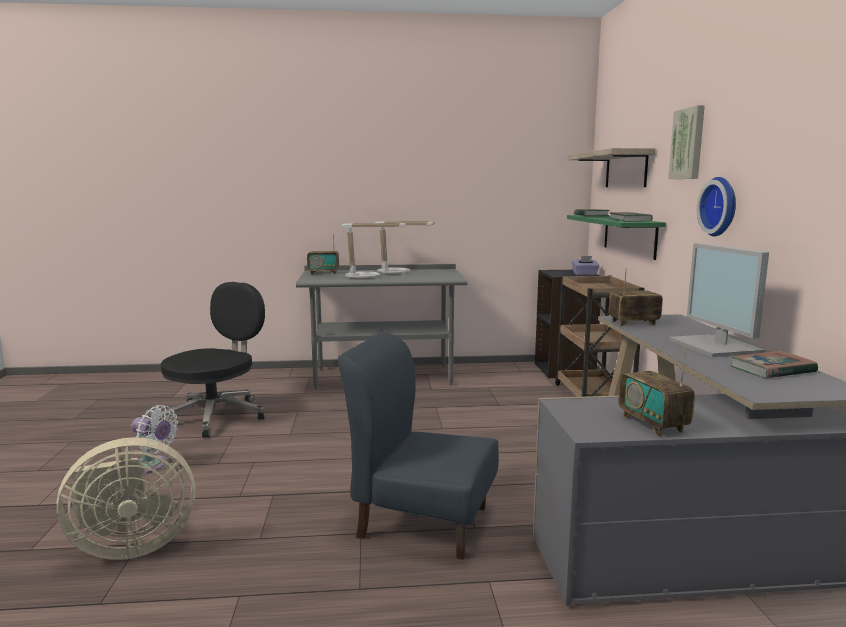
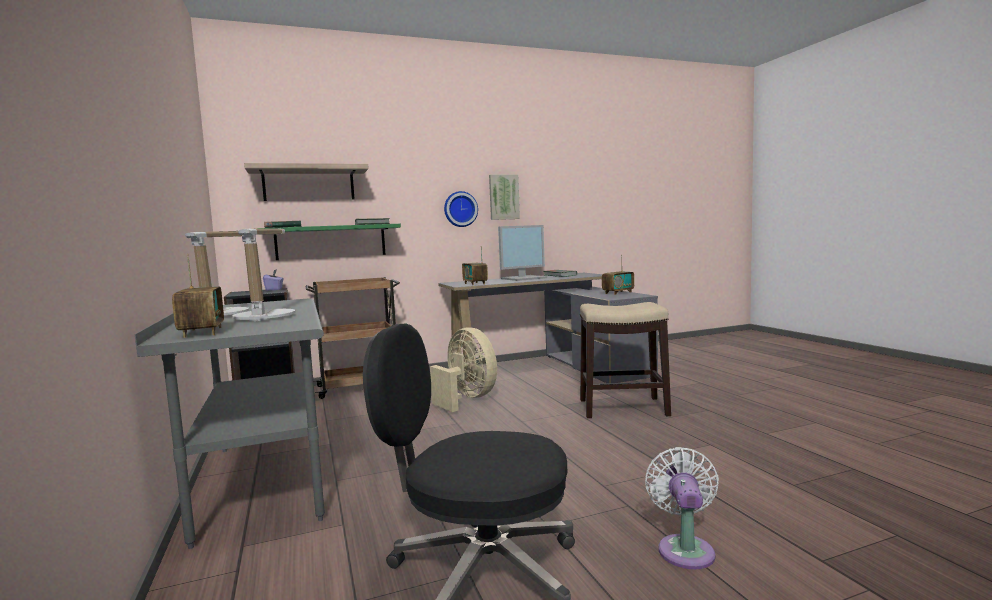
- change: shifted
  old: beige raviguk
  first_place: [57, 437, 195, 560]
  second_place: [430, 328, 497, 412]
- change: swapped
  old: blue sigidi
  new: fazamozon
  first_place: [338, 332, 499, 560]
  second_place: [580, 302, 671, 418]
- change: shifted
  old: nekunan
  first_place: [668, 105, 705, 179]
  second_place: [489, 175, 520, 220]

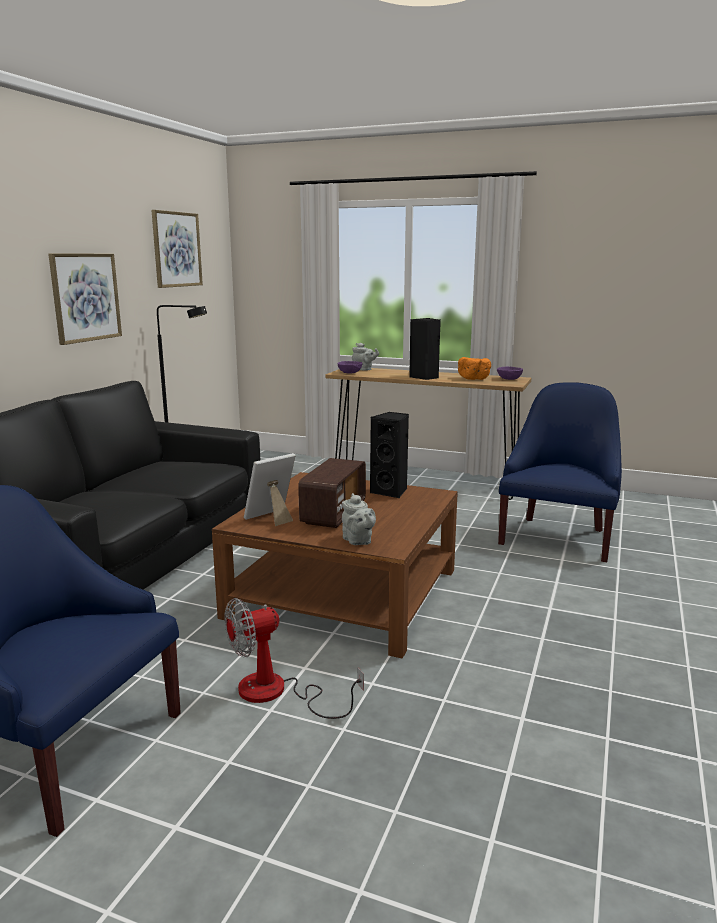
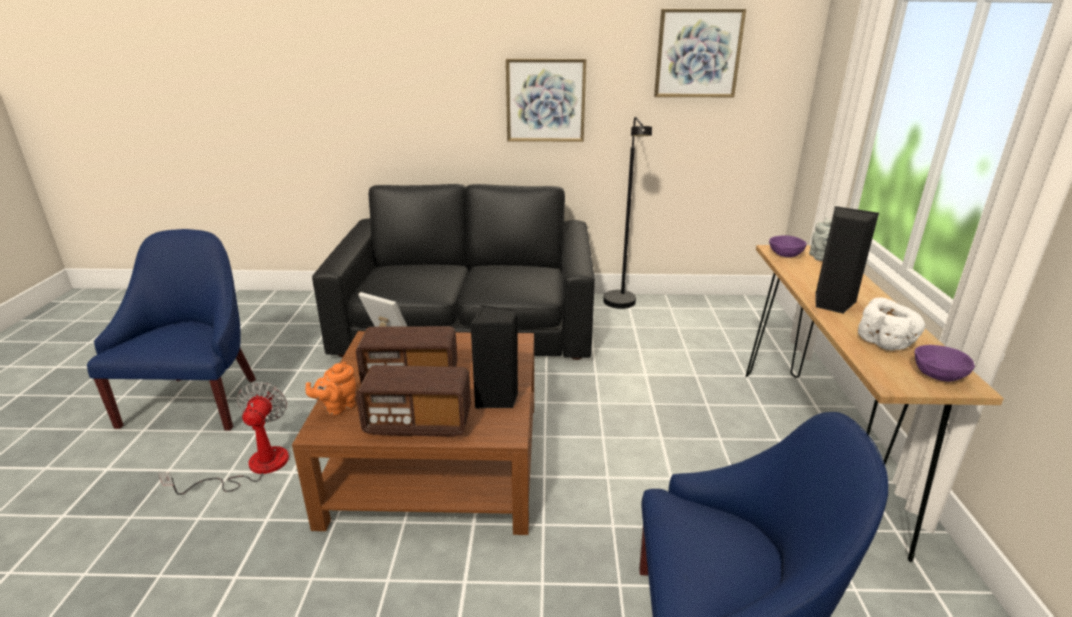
- change: rotated
  old: raviguk
  first_place: [224, 598, 364, 719]
  second_place: [158, 382, 289, 495]
  degrees: 45
- change: repainted
  old: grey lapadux
  new: orange lapadux
  first_place: [342, 493, 376, 545]
  second_place: [306, 362, 356, 415]
- change: repainted
  old: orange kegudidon
  new: white kegudidon
  first_place: [458, 357, 491, 380]
  second_place: [858, 297, 926, 351]
- change: new
  new: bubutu
  second_place: [356, 365, 471, 437]

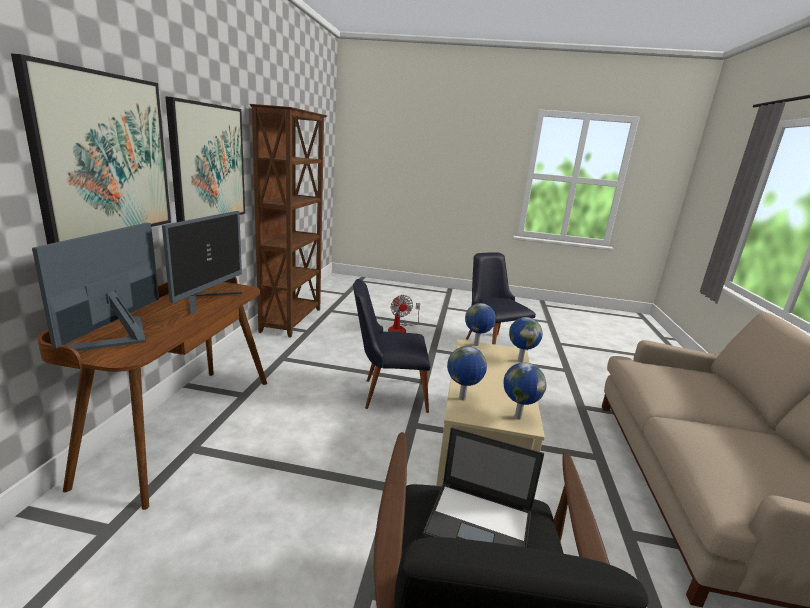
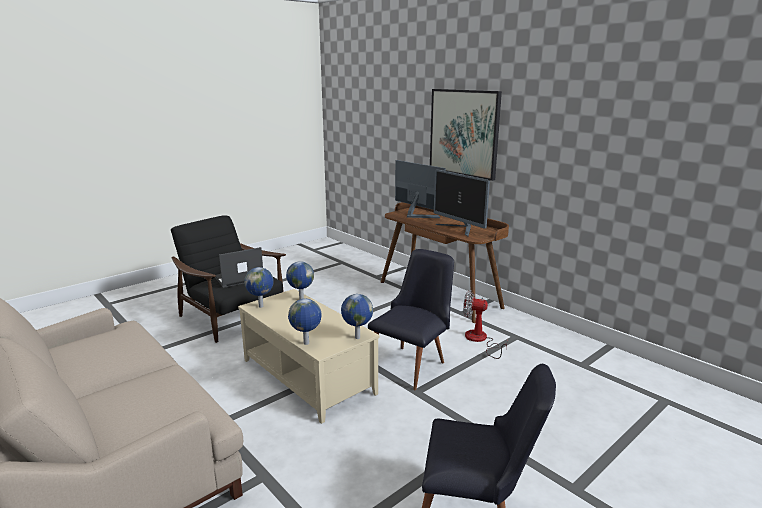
- change: gone
  old: nekunan
  first_place: [165, 96, 245, 222]
- change: gone
  old: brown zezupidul
  first_place: [250, 104, 327, 337]
- change: shifted
  old: raviguk
  first_place: [388, 295, 420, 333]
  second_place: [463, 290, 508, 359]

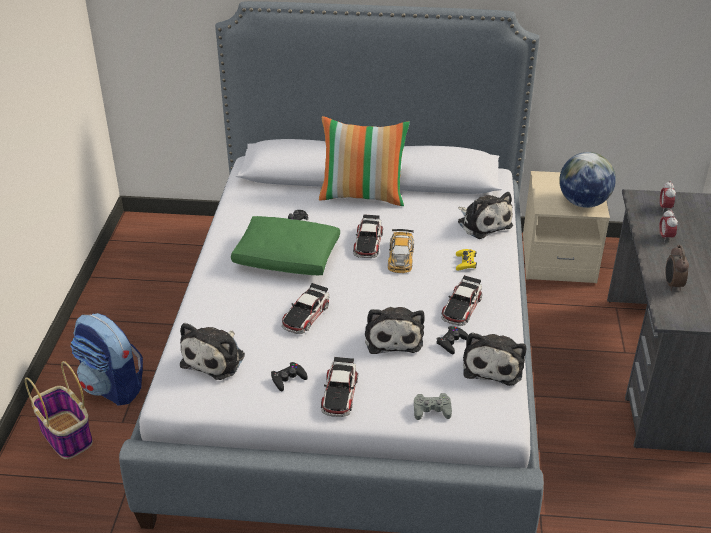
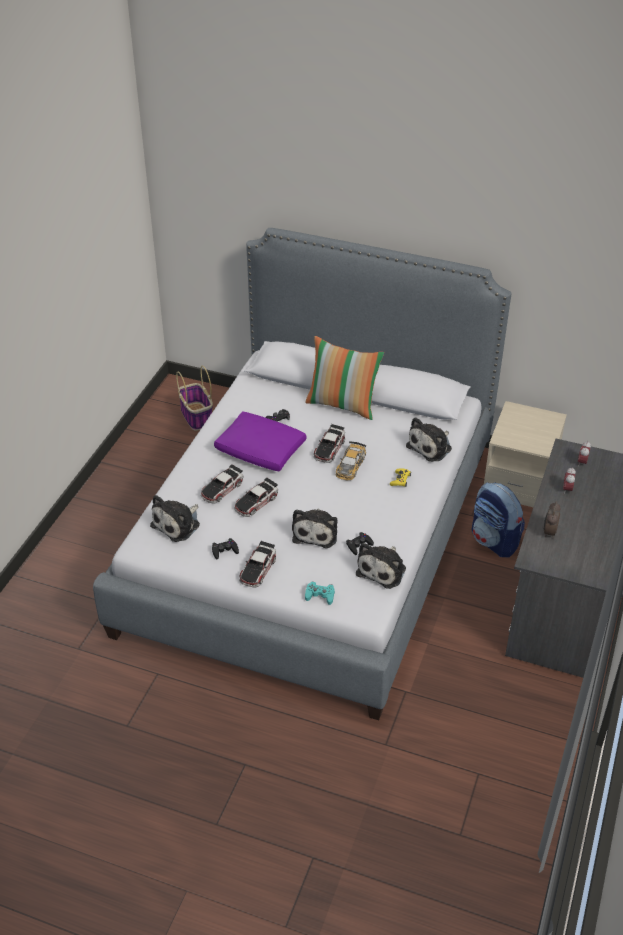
- change: shifted
  old: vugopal
  first_place: [25, 361, 93, 459]
  second_place: [176, 366, 213, 431]
- change: shifted
  old: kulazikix
  first_place: [70, 313, 143, 406]
  second_place: [472, 482, 525, 557]
- change: repainted
  old: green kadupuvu
  new: purple kadupuvu
  first_place: [231, 216, 340, 275]
  second_place: [214, 412, 307, 472]
- change: repainted
  old: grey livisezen
  new: turquoise livisezen
  first_place: [414, 393, 452, 420]
  second_place: [305, 582, 335, 605]
- change: shifted
  old: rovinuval
  first_place: [441, 275, 482, 326]
  second_place: [201, 464, 244, 504]
- change: rotated
  old: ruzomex
  first_place: [458, 192, 513, 239]
  second_place: [406, 417, 452, 462]
  degrees: 60
- change: gone
  old: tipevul
  first_place: [559, 152, 616, 208]

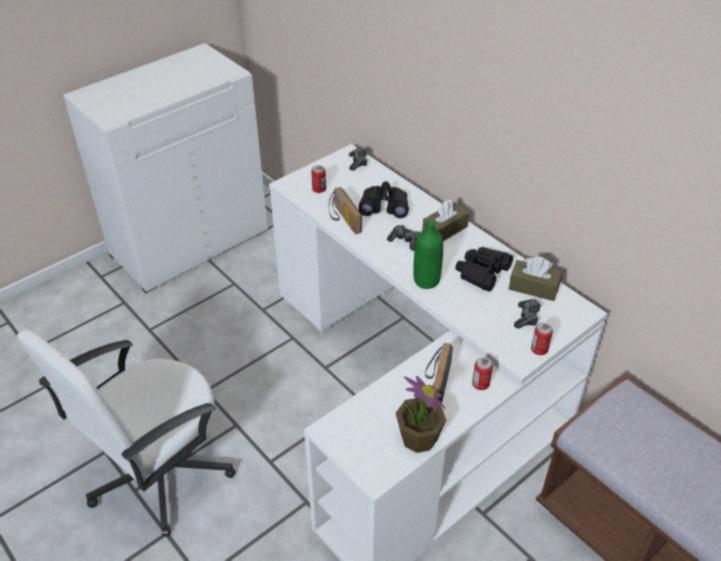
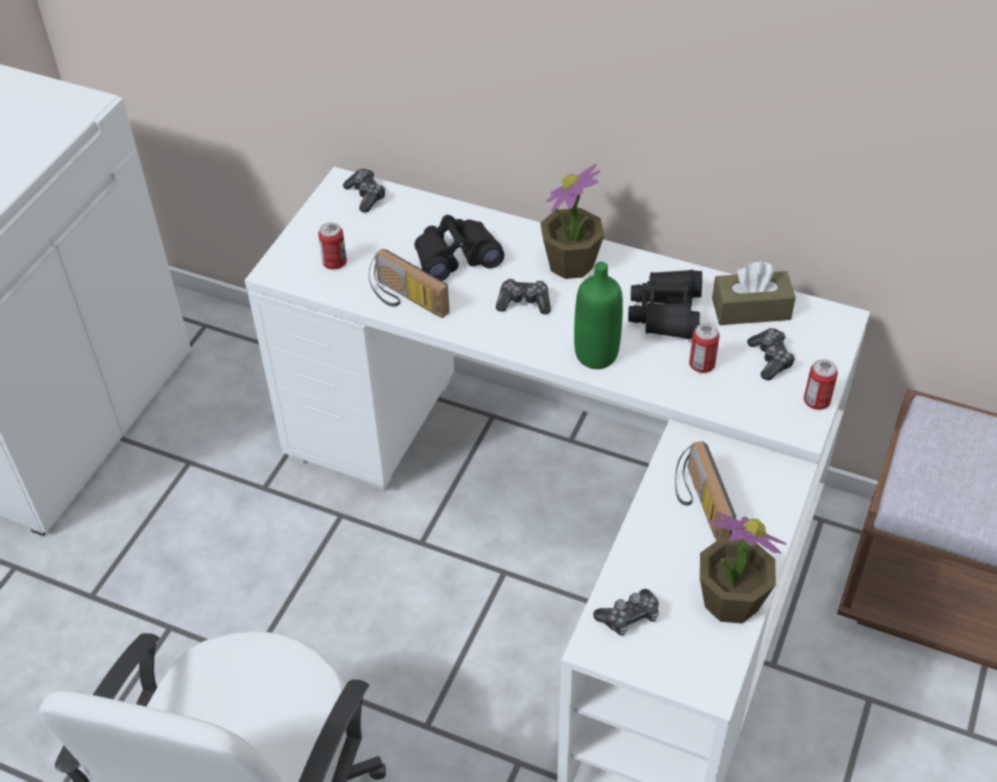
- change: swapped
  old: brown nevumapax
  new: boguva
  first_place: [422, 200, 469, 241]
  second_place: [540, 164, 604, 279]
- change: shifted
  old: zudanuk
  first_place: [472, 357, 493, 390]
  second_place: [689, 323, 720, 373]
- change: new
  new: livisezen
  second_place: [593, 589, 659, 636]

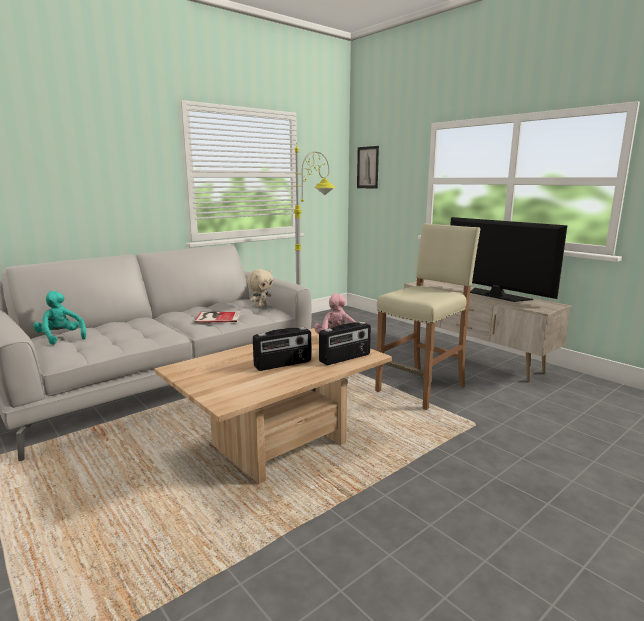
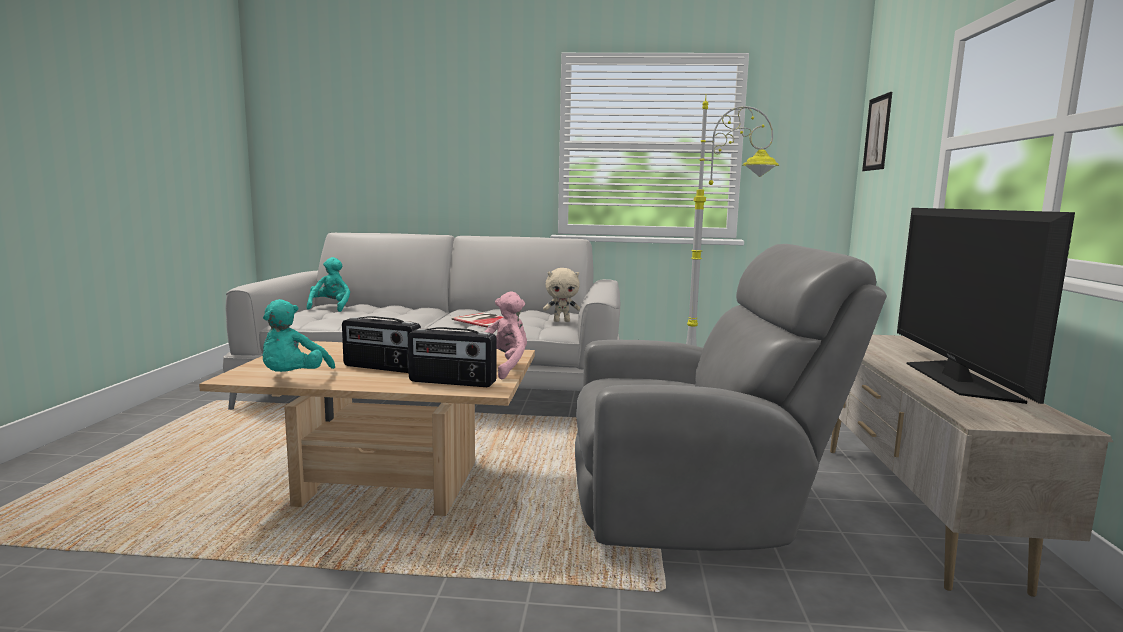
- change: swapped
  old: beige fazamozon
  new: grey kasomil
  first_place: [375, 223, 480, 410]
  second_place: [575, 244, 887, 551]
- change: new
  new: turquoise ruzomex
  second_place: [263, 299, 335, 372]

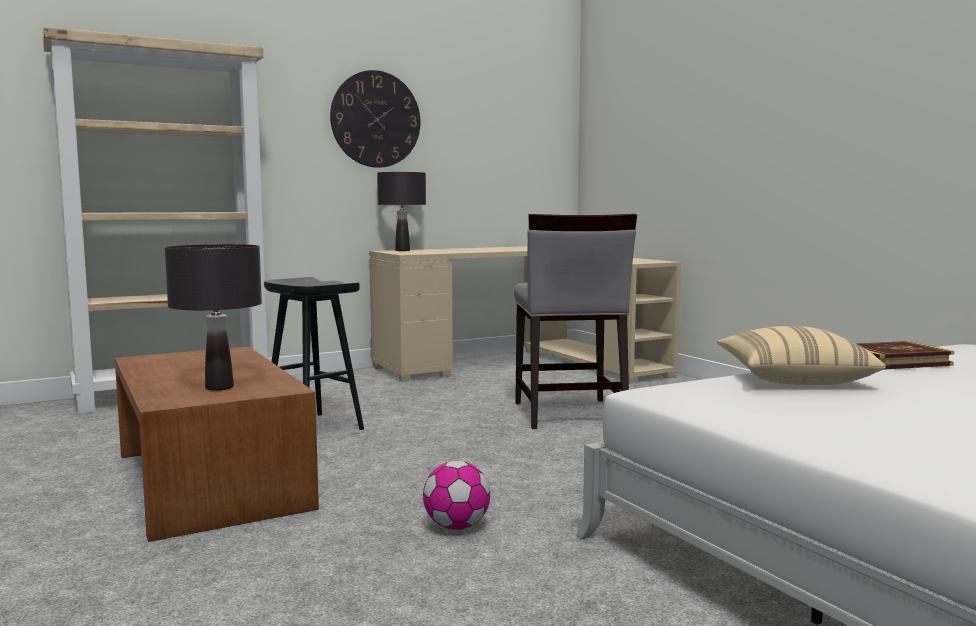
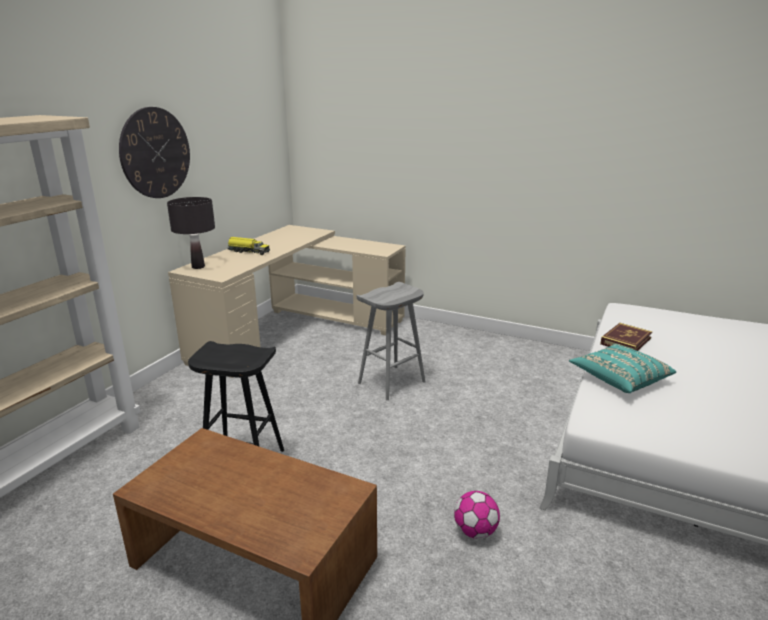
- change: gone
  old: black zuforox
  first_place: [165, 244, 262, 391]
- change: swapped
  old: grey sigidi
  new: grey fazamozon
  first_place: [514, 214, 637, 429]
  second_place: [357, 282, 426, 400]
- change: repainted
  old: beige kadupuvu
  new: turquoise kadupuvu
  first_place: [717, 326, 886, 385]
  second_place: [569, 344, 676, 393]
- change: new
  new: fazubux
  second_place: [228, 237, 270, 255]

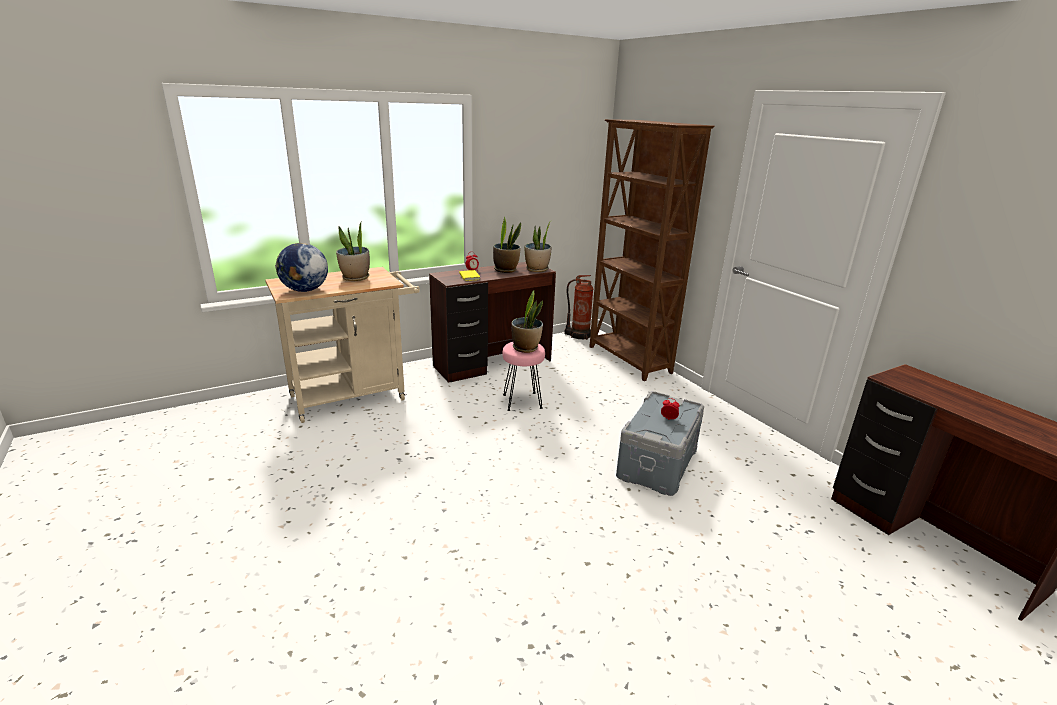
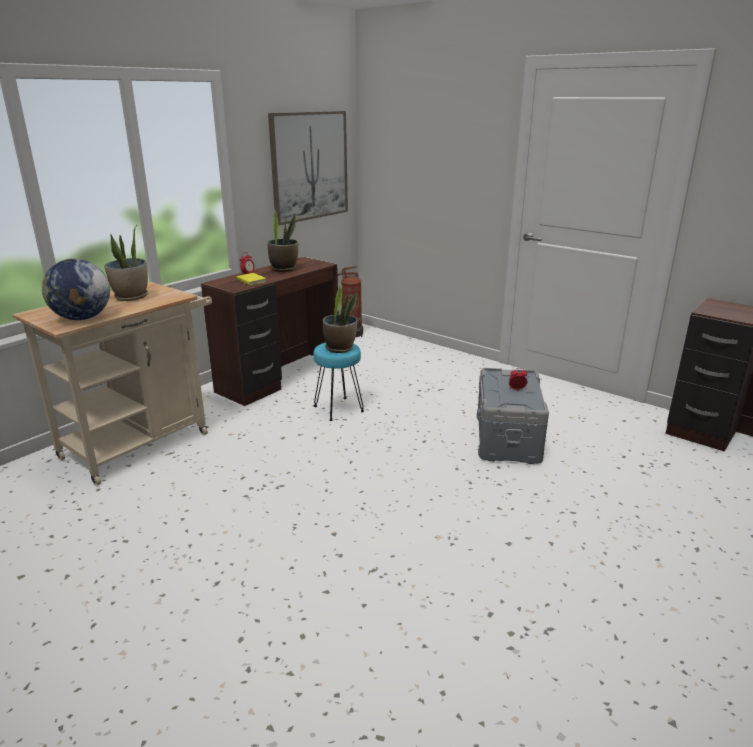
- change: repainted
  old: pink fazamozon
  new: turquoise fazamozon
  first_place: [502, 342, 545, 411]
  second_place: [313, 343, 364, 421]
- change: gone
  old: boguva
  first_place: [524, 220, 552, 272]
- change: gone
  old: brown zezupidul
  first_place: [589, 119, 715, 381]
- change: new
  new: nekunan
  second_place: [268, 111, 348, 225]

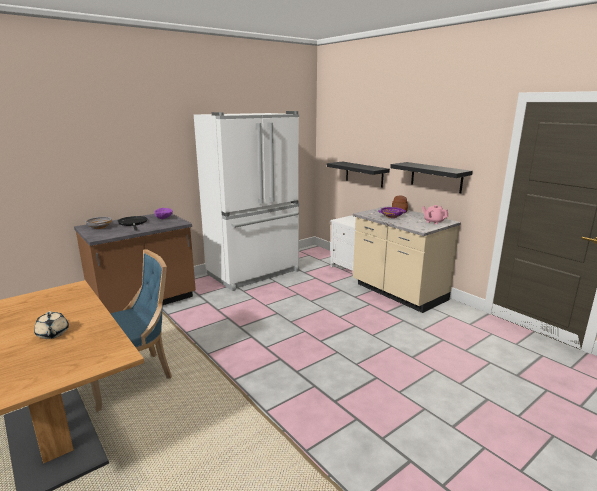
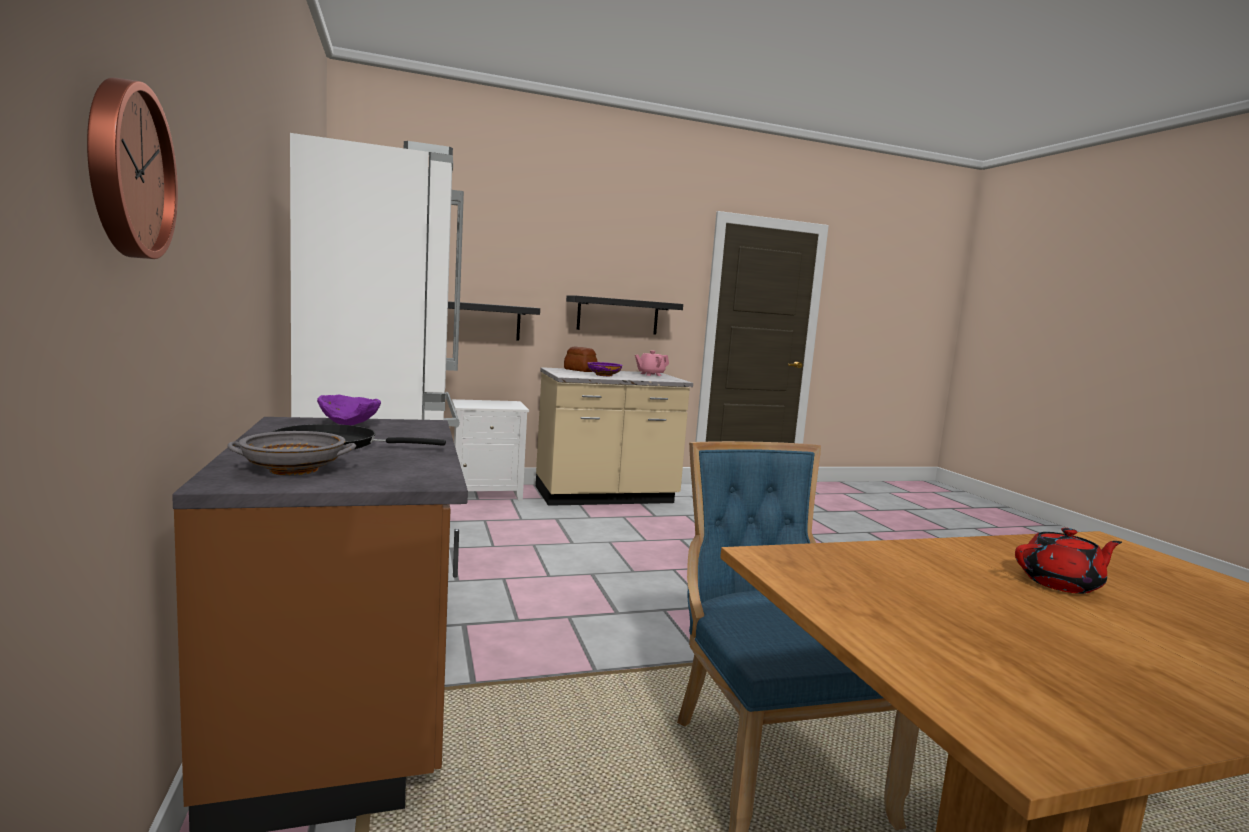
- change: repainted
  old: beige lapadux
  new: red lapadux
  first_place: [34, 311, 69, 339]
  second_place: [1015, 528, 1122, 594]
- change: new
  new: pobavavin
  second_place: [87, 77, 178, 259]

